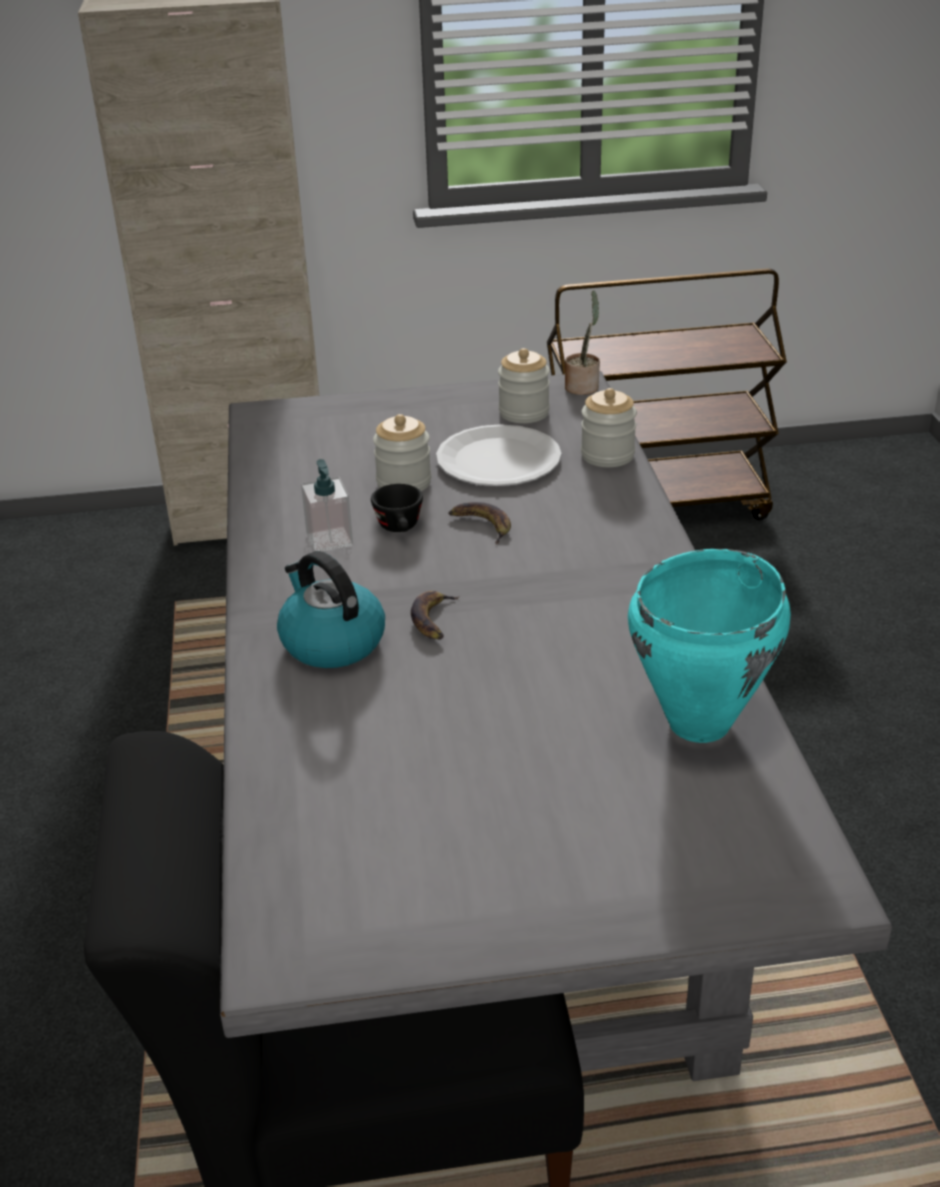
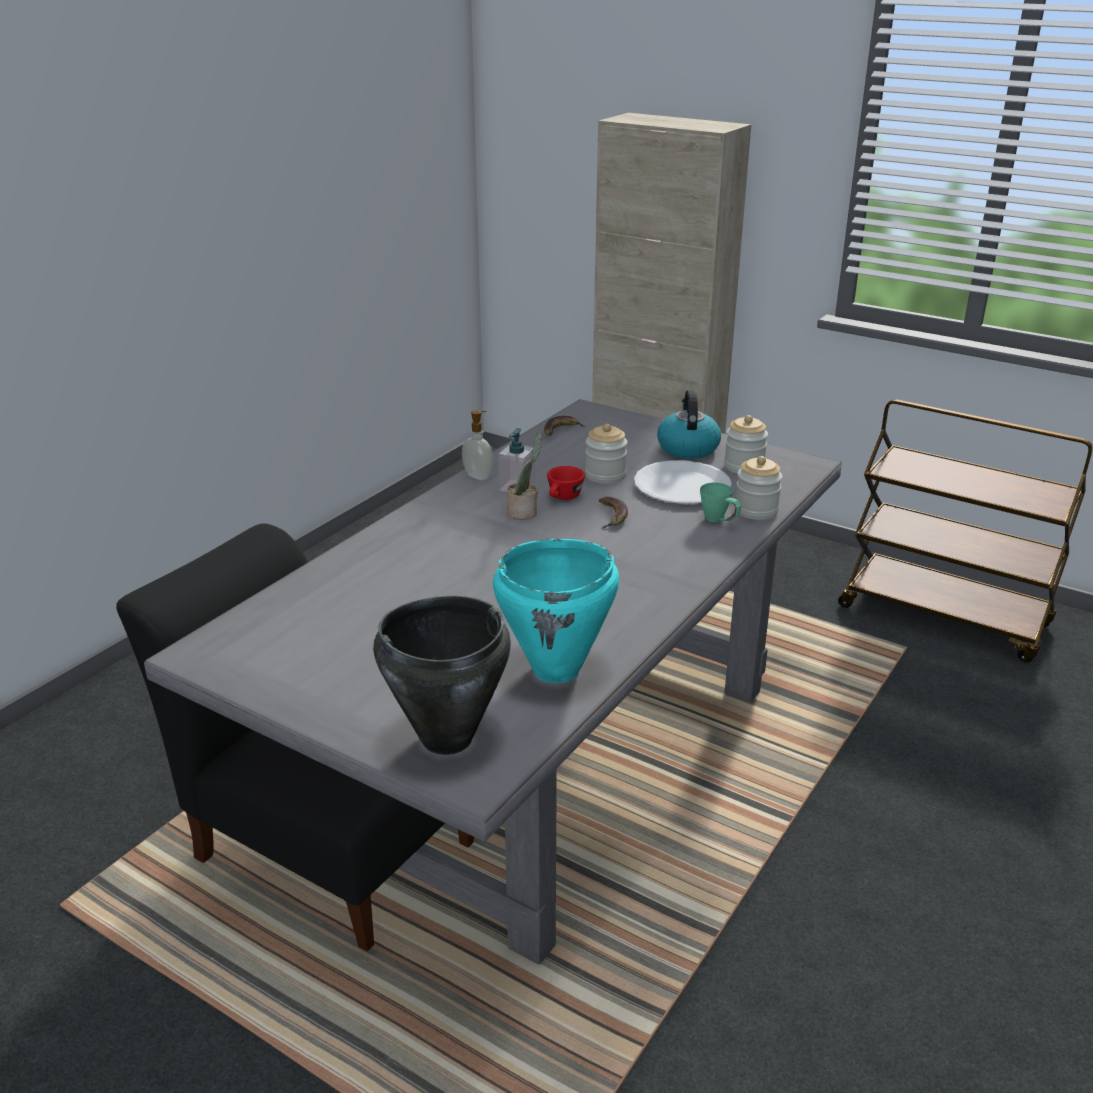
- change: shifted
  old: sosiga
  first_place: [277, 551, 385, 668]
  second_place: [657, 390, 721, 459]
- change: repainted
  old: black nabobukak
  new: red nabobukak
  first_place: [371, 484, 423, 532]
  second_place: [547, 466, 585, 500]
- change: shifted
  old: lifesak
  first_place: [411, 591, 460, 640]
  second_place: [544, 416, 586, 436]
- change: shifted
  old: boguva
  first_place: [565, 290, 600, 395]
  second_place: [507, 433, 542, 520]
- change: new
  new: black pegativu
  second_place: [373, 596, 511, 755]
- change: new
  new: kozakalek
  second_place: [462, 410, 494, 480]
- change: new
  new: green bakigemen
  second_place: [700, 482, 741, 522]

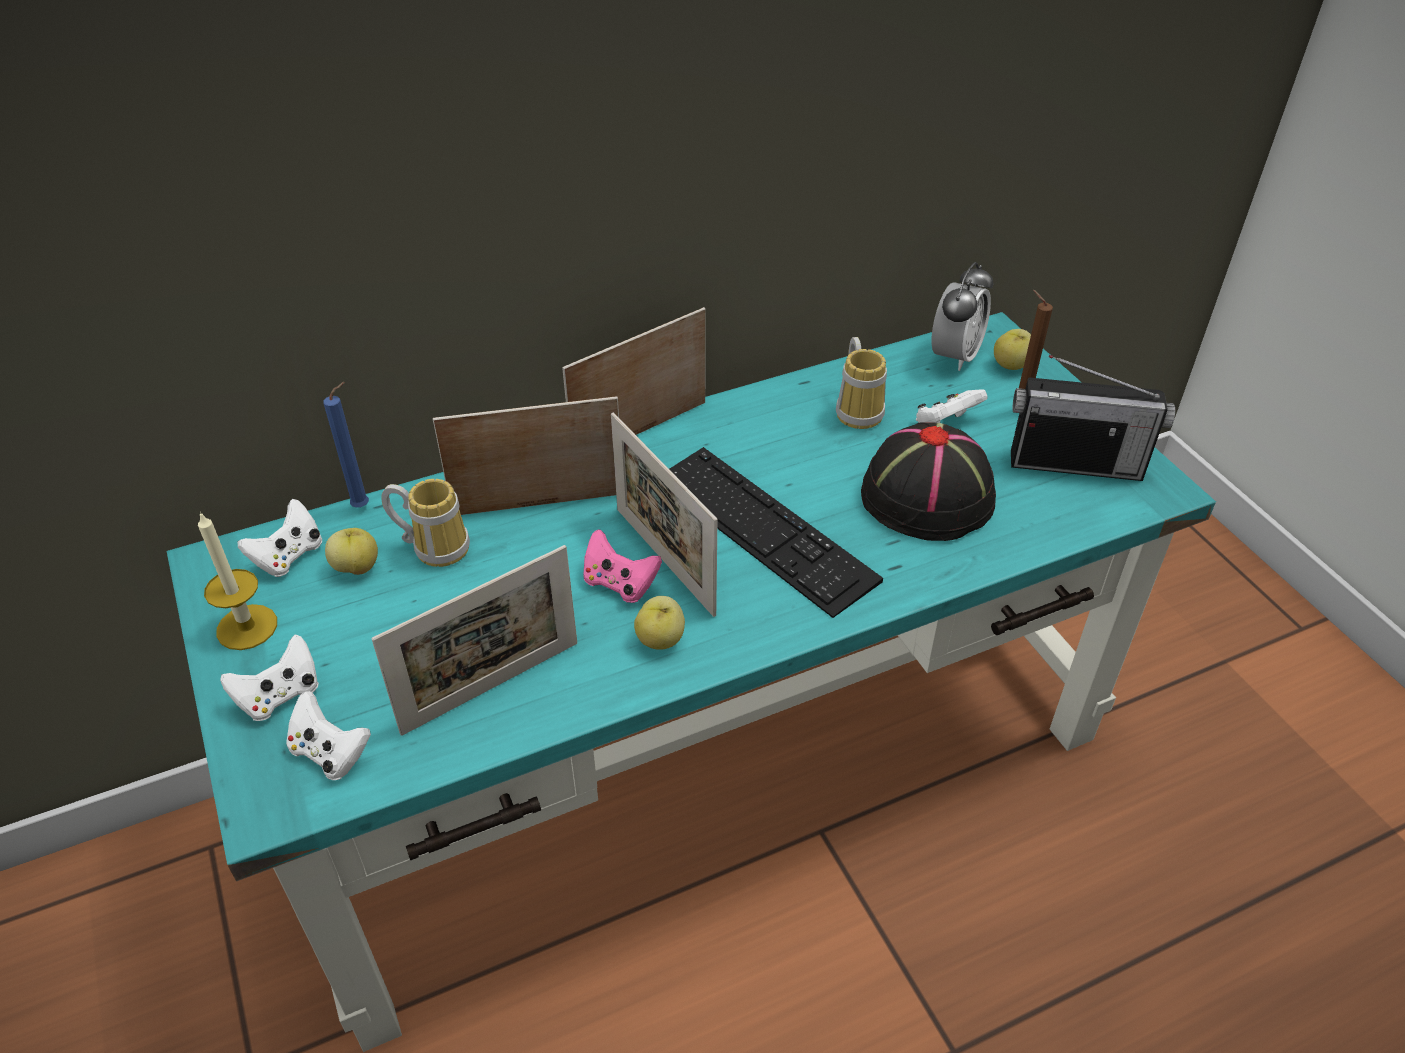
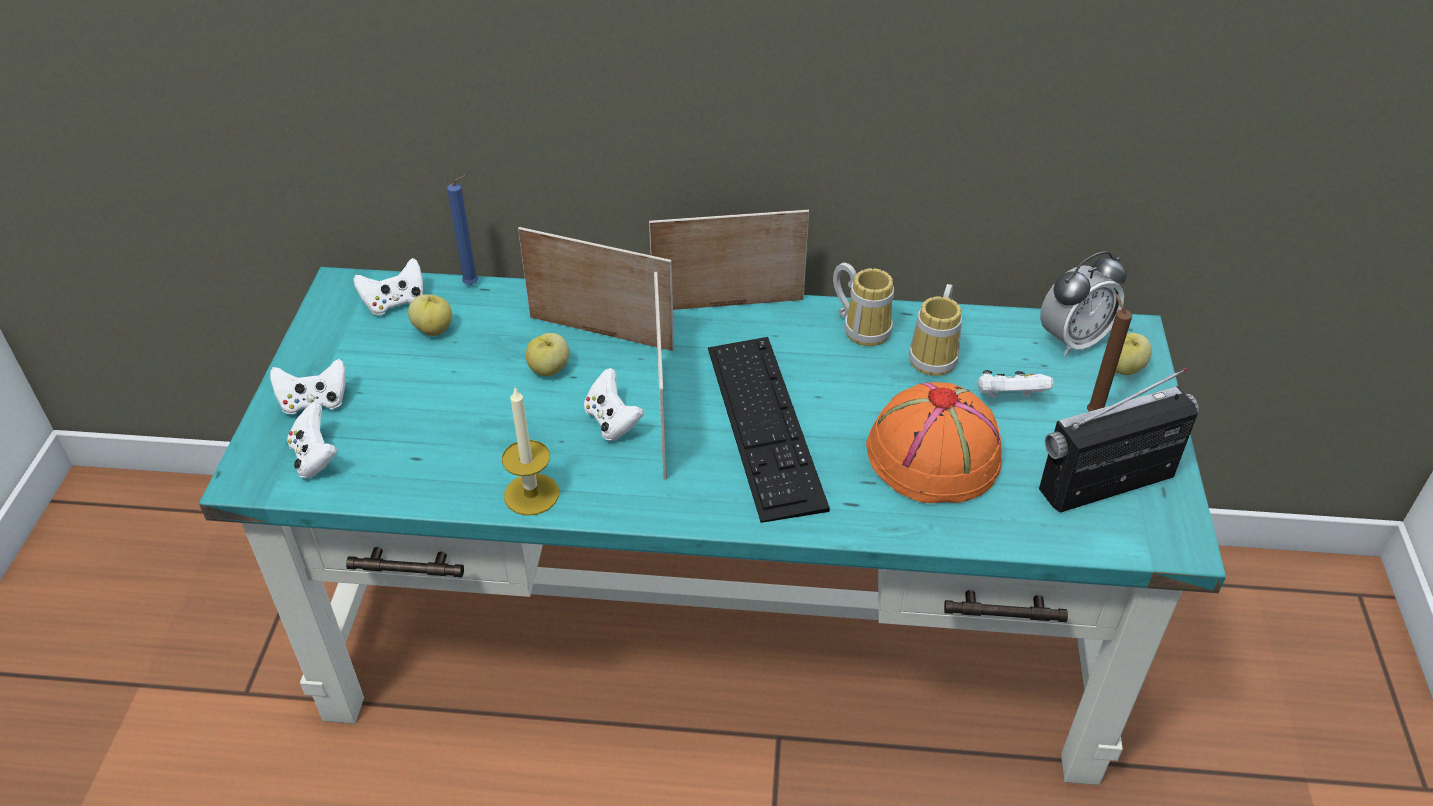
- change: shifted
  old: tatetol
  first_place: [198, 512, 277, 650]
  second_place: [502, 388, 559, 516]
- change: gone
  old: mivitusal
  first_place: [372, 545, 577, 736]
- change: shifted
  old: bakigemen
  first_place: [381, 479, 470, 567]
  second_place: [833, 262, 894, 346]
- change: repainted
  old: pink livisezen
  new: white livisezen
  first_place: [583, 529, 662, 603]
  second_place: [584, 368, 644, 441]
- change: shifted
  old: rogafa
  first_place: [634, 596, 685, 650]
  second_place: [526, 333, 569, 376]
- change: repainted
  old: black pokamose
  new: orange pokamose
  first_place: [861, 422, 996, 541]
  second_place: [866, 382, 1002, 503]
- change: rotated
  old: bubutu
  first_place: [1011, 355, 1175, 481]
  second_place: [1039, 368, 1199, 512]
  degrees: 120

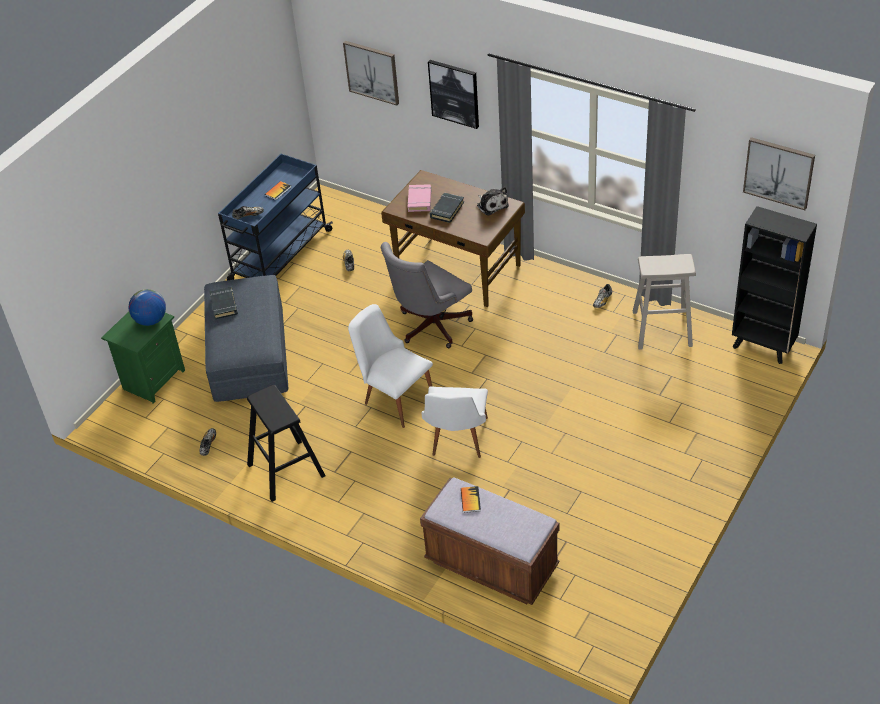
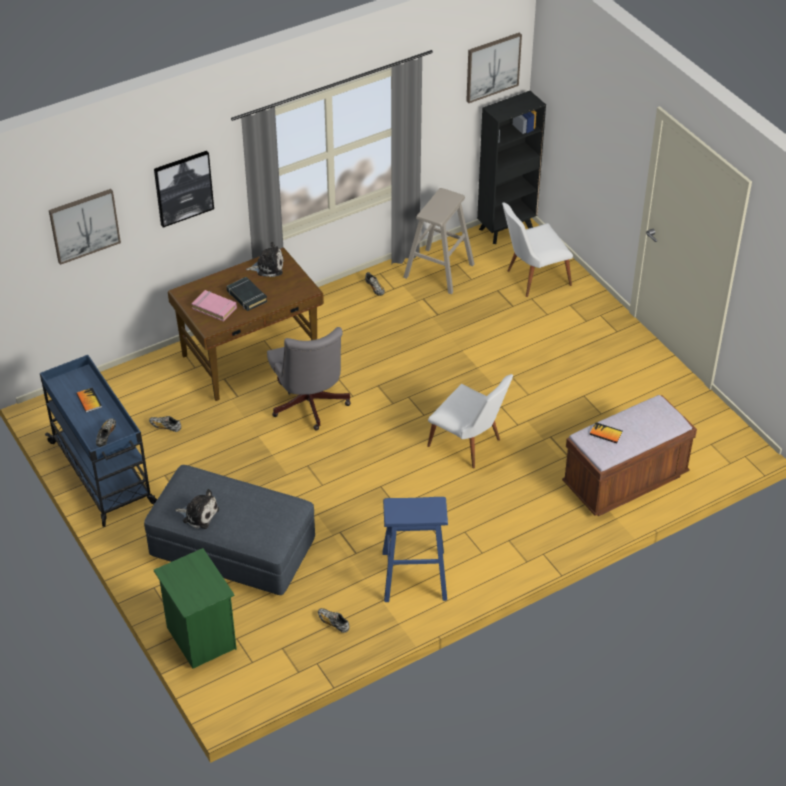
- change: gone
  old: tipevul
  first_place: [129, 289, 166, 326]
- change: swapped
  old: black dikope
  new: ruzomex
  first_place: [209, 287, 238, 319]
  second_place: [175, 489, 219, 529]
- change: repainted
  old: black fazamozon
  new: blue fazamozon
  first_place: [247, 385, 326, 502]
  second_place: [382, 497, 448, 602]
- change: shifted
  old: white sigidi
  first_place: [348, 304, 433, 428]
  second_place: [502, 202, 573, 297]

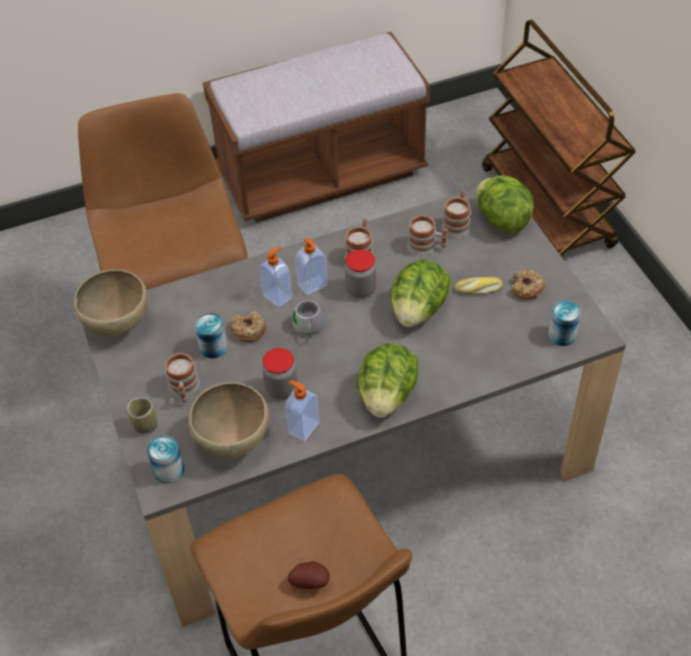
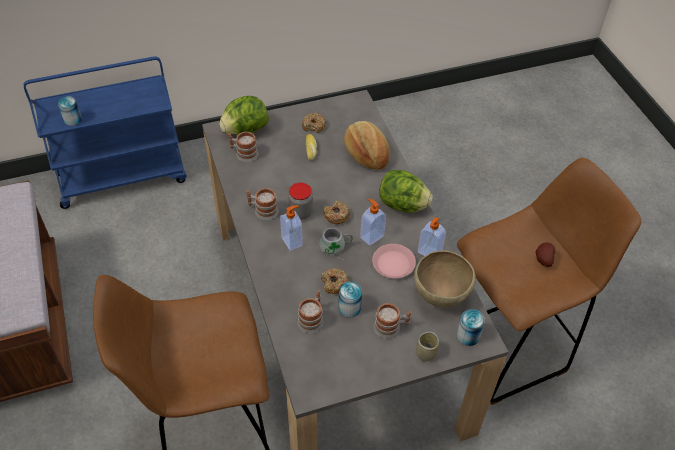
- change: gone
  old: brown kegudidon
  first_place: [73, 270, 148, 337]
- change: shifted
  old: kozakalek
  first_place: [259, 247, 292, 308]
  second_place: [360, 199, 386, 246]
- change: swapped
  old: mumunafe
  new: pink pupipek
  first_place: [262, 348, 298, 399]
  second_place: [372, 244, 416, 279]
- change: gone
  old: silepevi
  first_place: [390, 260, 451, 327]
- change: shifted
  old: bakigemen
  first_place: [407, 215, 448, 256]
  second_place: [297, 290, 323, 333]
- change: repainted
  old: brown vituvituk
  new: blue vituvituk
  first_place: [482, 20, 636, 259]
  second_place: [24, 56, 187, 209]
- change: shifted
  old: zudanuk
  first_place: [548, 300, 581, 346]
  second_place: [58, 97, 82, 126]
- change: new
  new: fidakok
  second_place: [323, 200, 350, 224]
- change: new
  new: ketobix
  second_place: [344, 121, 390, 170]

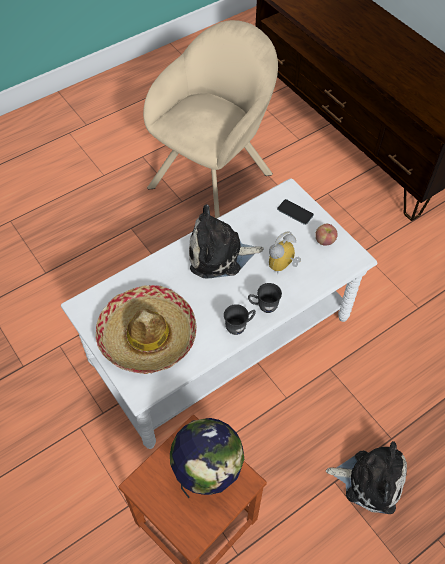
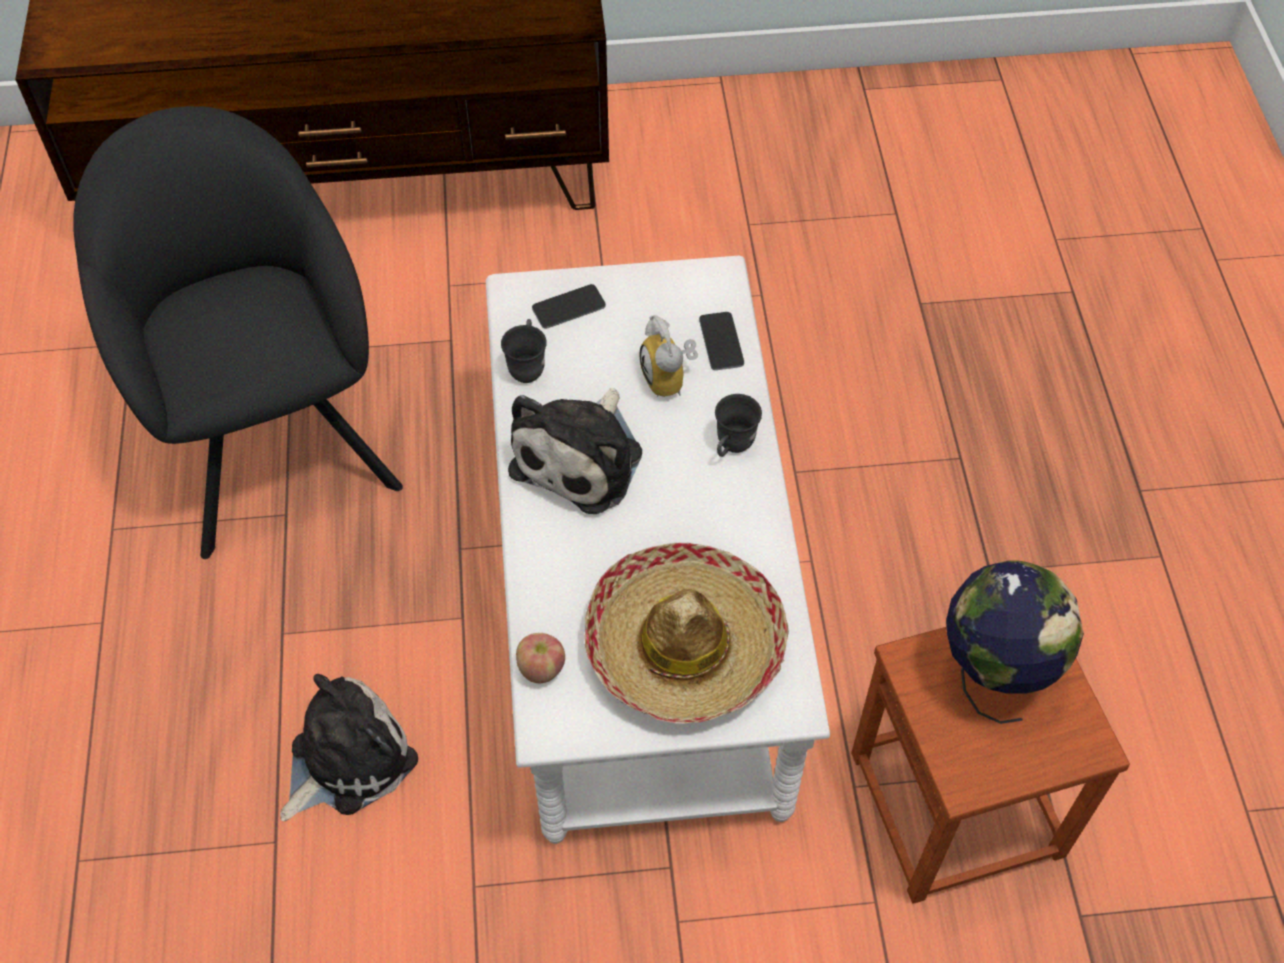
- change: repainted
  old: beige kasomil
  new: black kasomil
  first_place: [143, 20, 278, 218]
  second_place: [73, 106, 403, 559]
- change: shifted
  old: grey bakigemen
  first_place: [224, 304, 256, 335]
  second_place: [501, 319, 546, 383]
- change: shifted
  old: rogafa
  first_place: [315, 224, 338, 245]
  second_place: [516, 633, 565, 683]
- change: shifted
  old: ruzomex
  first_place: [326, 441, 407, 514]
  second_place: [280, 674, 418, 821]
- change: new
  new: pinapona
  second_place: [699, 312, 744, 370]

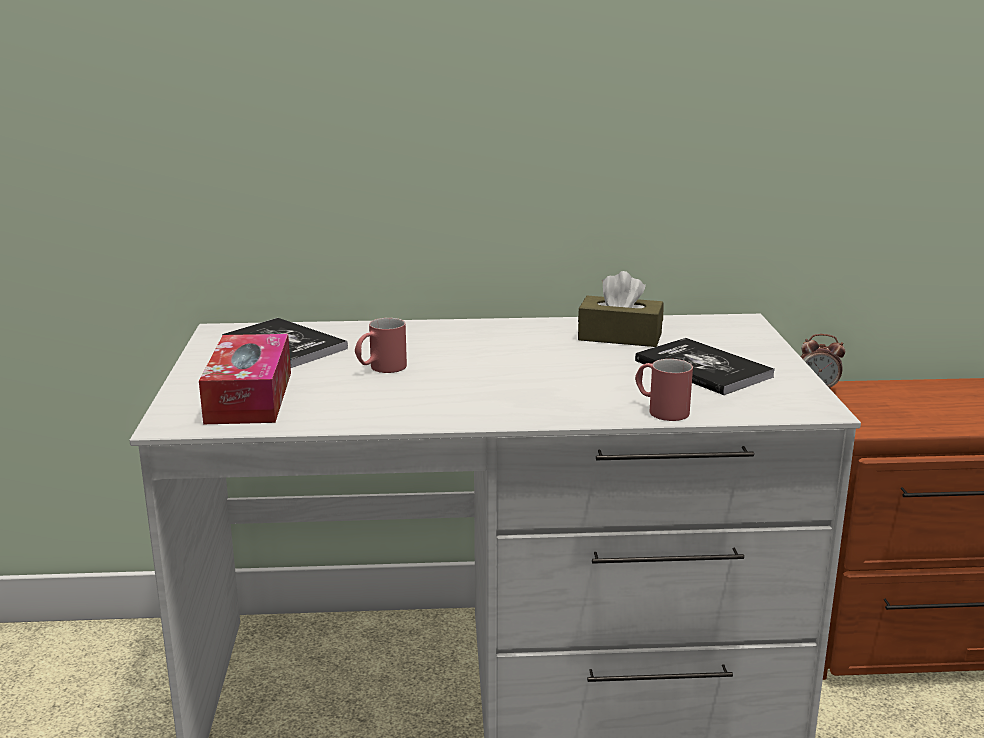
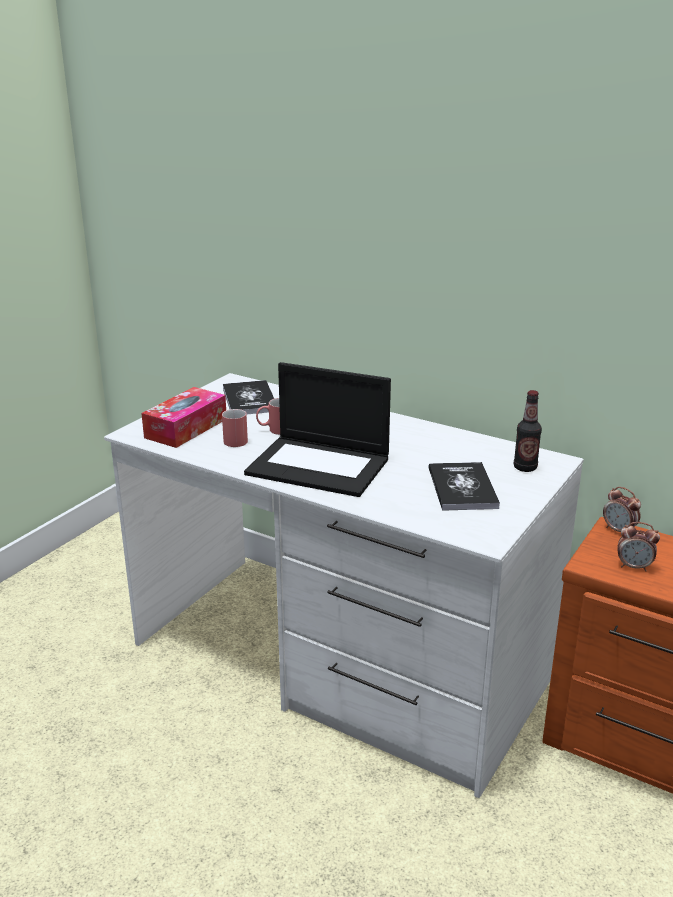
- change: gone
  old: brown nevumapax
  first_place: [578, 271, 663, 347]
- change: shifted
  old: red bakigemen
  first_place: [635, 359, 693, 421]
  second_place: [222, 409, 248, 447]
- change: new
  new: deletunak
  second_place: [244, 362, 391, 497]
- change: new
  new: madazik
  second_place: [514, 390, 542, 472]
- change: new
  new: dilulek
  second_place: [617, 522, 660, 571]

